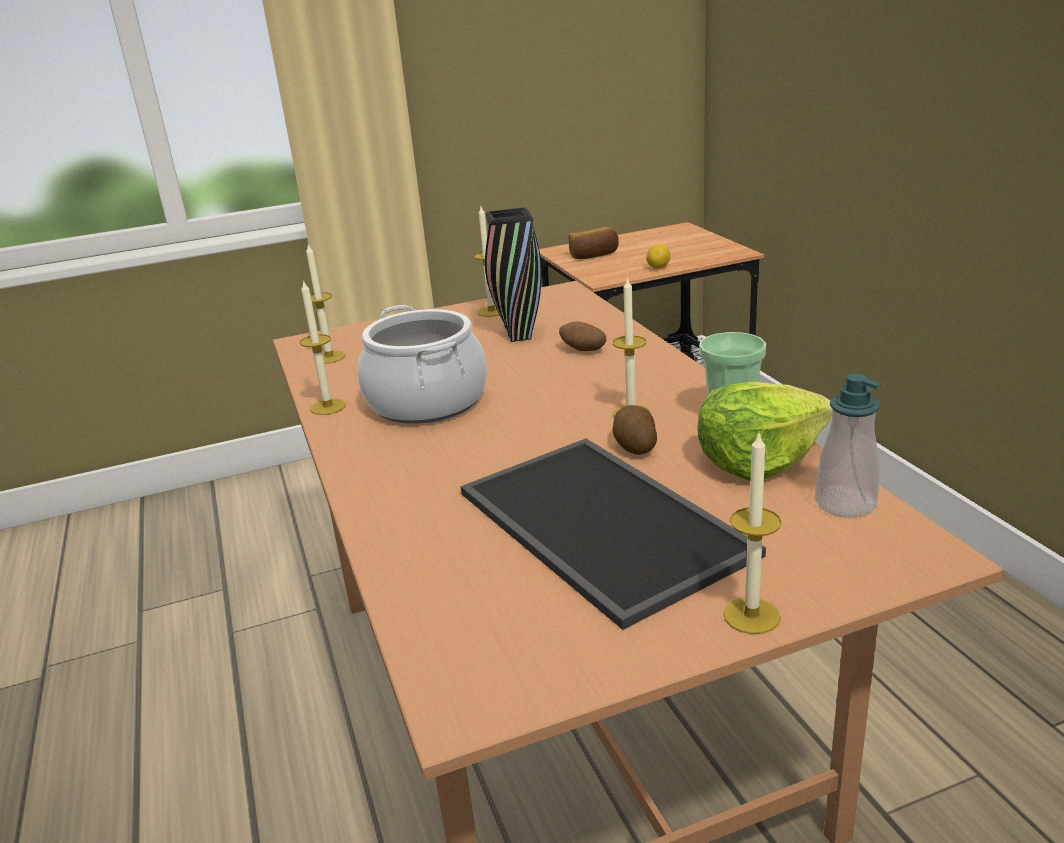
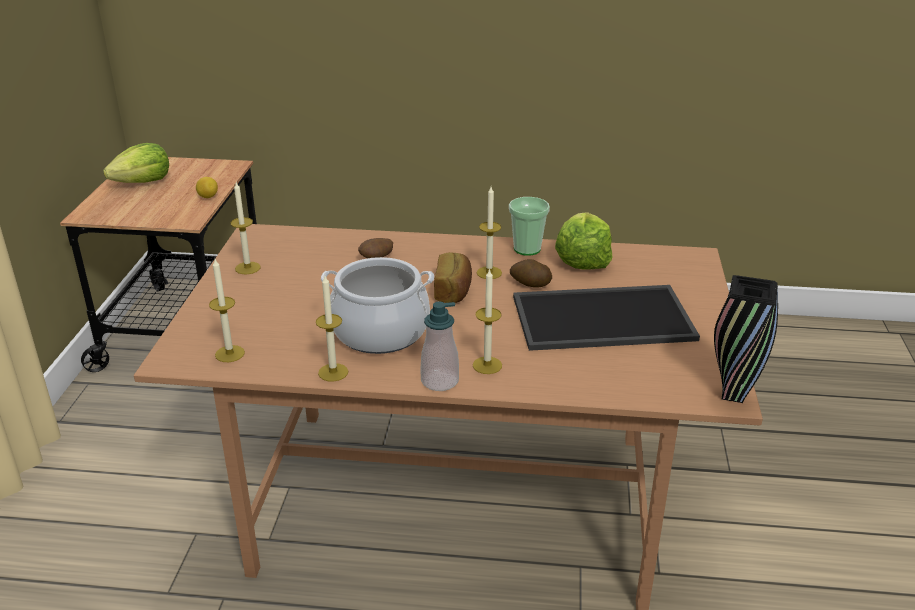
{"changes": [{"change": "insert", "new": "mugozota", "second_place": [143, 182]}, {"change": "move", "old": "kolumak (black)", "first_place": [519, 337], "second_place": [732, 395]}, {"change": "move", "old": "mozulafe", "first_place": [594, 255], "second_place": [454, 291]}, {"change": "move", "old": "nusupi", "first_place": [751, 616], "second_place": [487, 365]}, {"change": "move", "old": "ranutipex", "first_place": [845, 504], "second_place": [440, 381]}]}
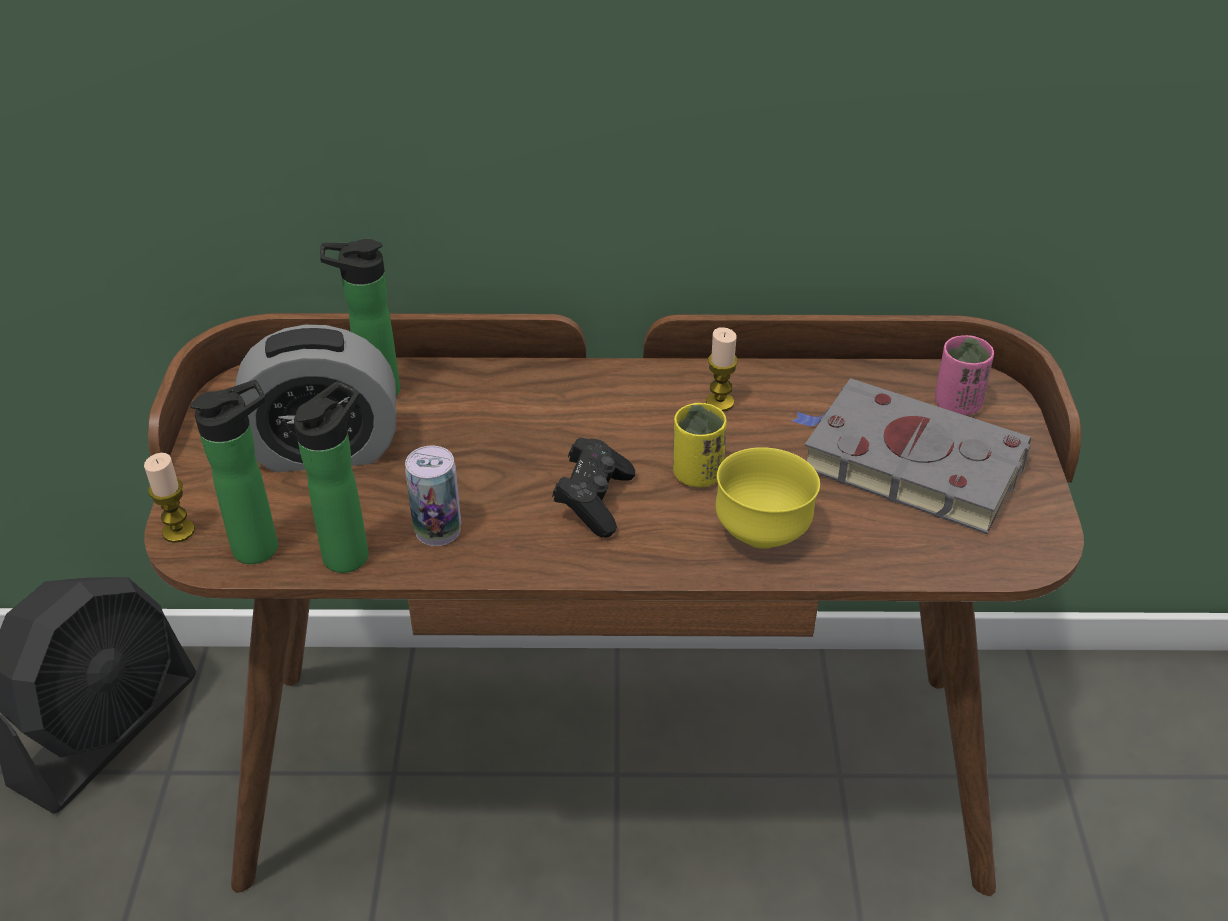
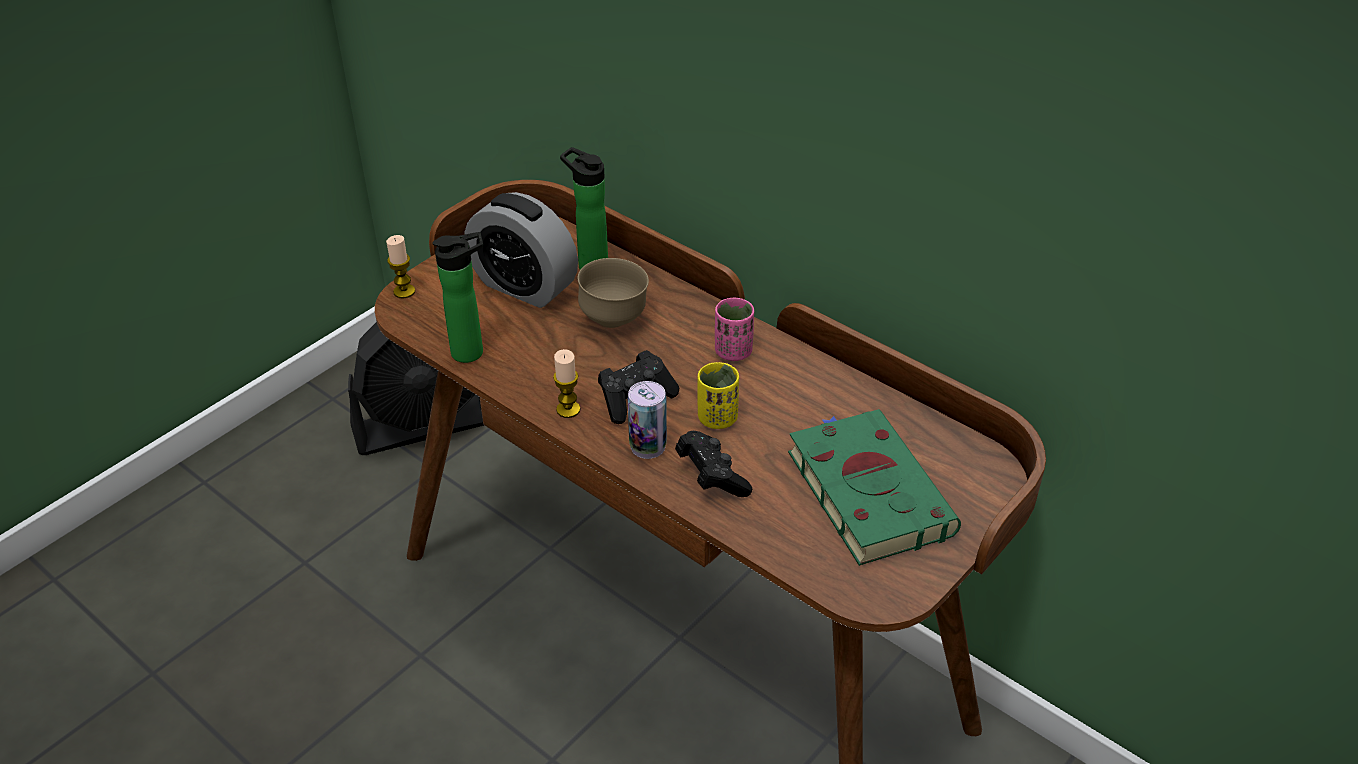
{"changes": [{"change": "delete", "old": "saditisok", "first_place": [263, 546]}, {"change": "insert", "new": "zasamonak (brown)", "second_place": [614, 320]}, {"change": "move", "old": "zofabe", "first_place": [438, 530], "second_place": [648, 446]}, {"change": "move", "old": "nusupi", "first_place": [720, 402], "second_place": [568, 409]}, {"change": "move", "old": "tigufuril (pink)", "first_place": [957, 404], "second_place": [733, 352]}, {"change": "replace", "old": "zasamonak (yellow)", "new": "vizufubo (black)", "first_place": [762, 533], "second_place": [711, 476]}, {"change": "recolor", "old": "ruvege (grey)", "new": "ruvege (green)", "first_place": [906, 463], "second_place": [865, 489]}]}
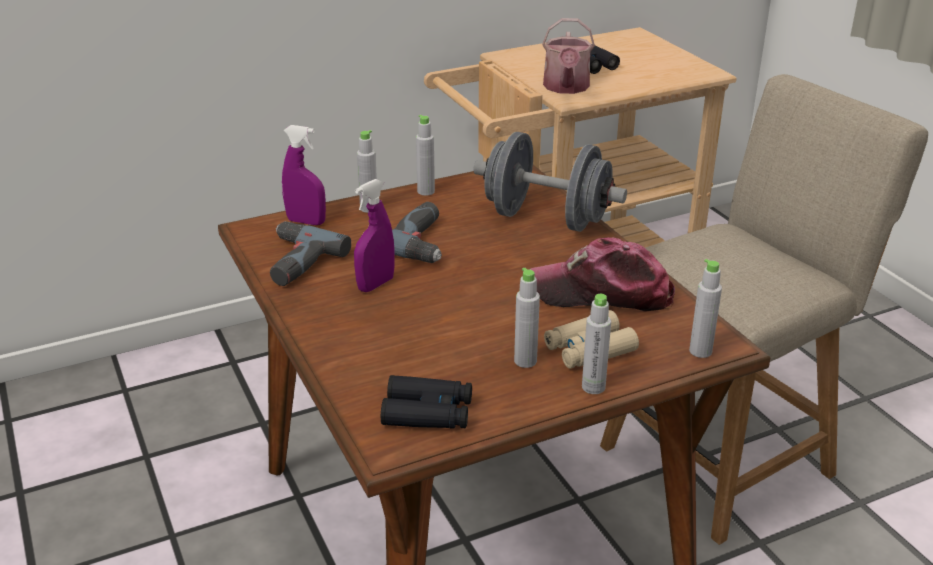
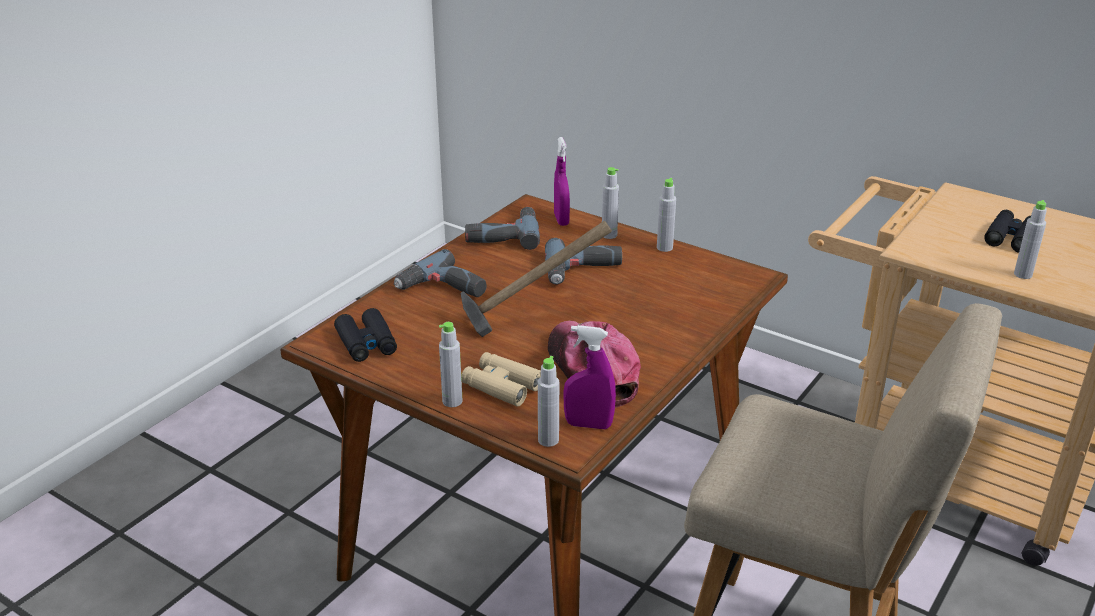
{"changes": [{"change": "delete", "old": "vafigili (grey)", "first_place": [546, 219]}, {"change": "delete", "old": "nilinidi", "first_place": [566, 88]}, {"change": "insert", "new": "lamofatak", "second_place": [442, 289]}, {"change": "insert", "new": "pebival", "second_place": [530, 318]}, {"change": "move", "old": "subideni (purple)", "first_place": [375, 284], "second_place": [588, 425]}, {"change": "move", "old": "saditisok (grey)", "first_place": [525, 361], "second_place": [1023, 274]}]}
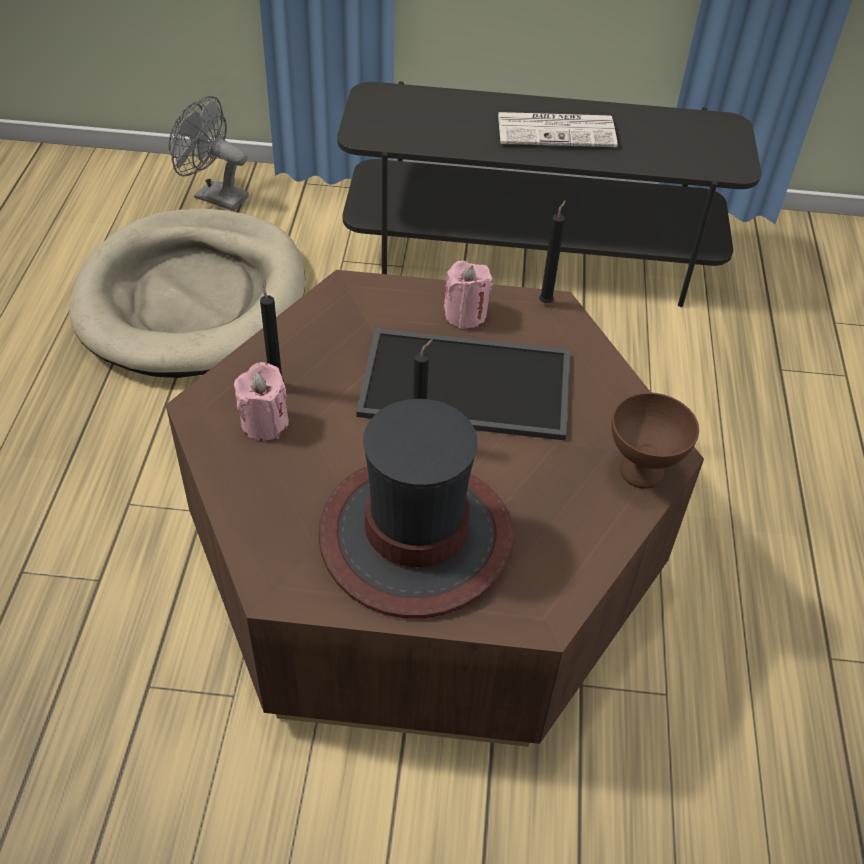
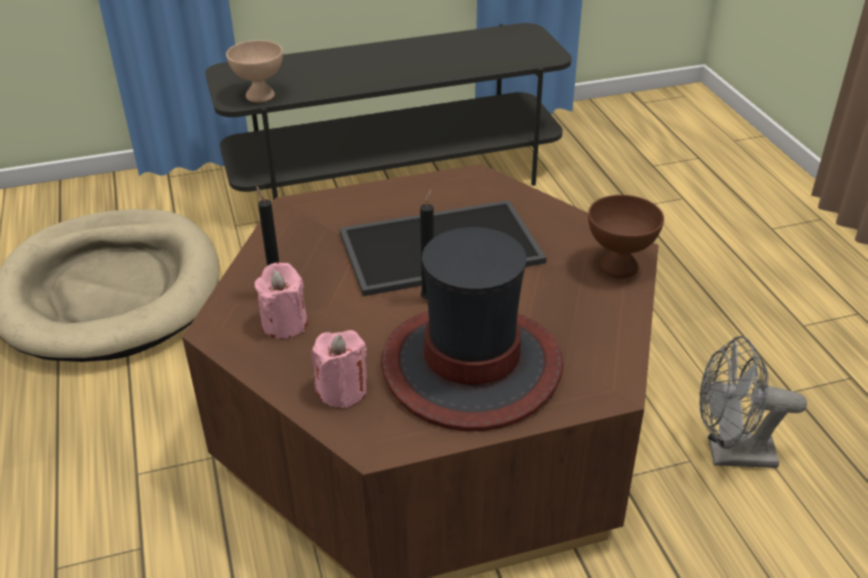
{"changes": [{"change": "delete", "old": "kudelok", "first_place": [557, 131]}, {"change": "delete", "old": "nusupi (black)", "first_place": [546, 301]}, {"change": "insert", "new": "zasamonak (beige)", "second_place": [260, 96]}, {"change": "move", "old": "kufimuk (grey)", "first_place": [214, 196], "second_place": [730, 454]}, {"change": "move", "old": "nusupi (pink)", "first_place": [465, 314], "second_place": [342, 390]}]}
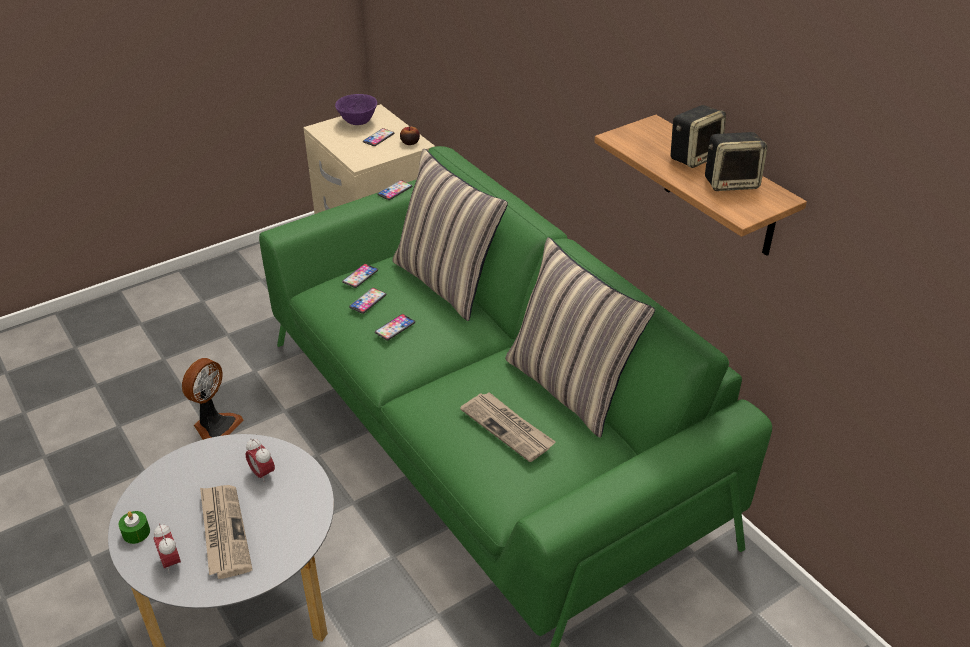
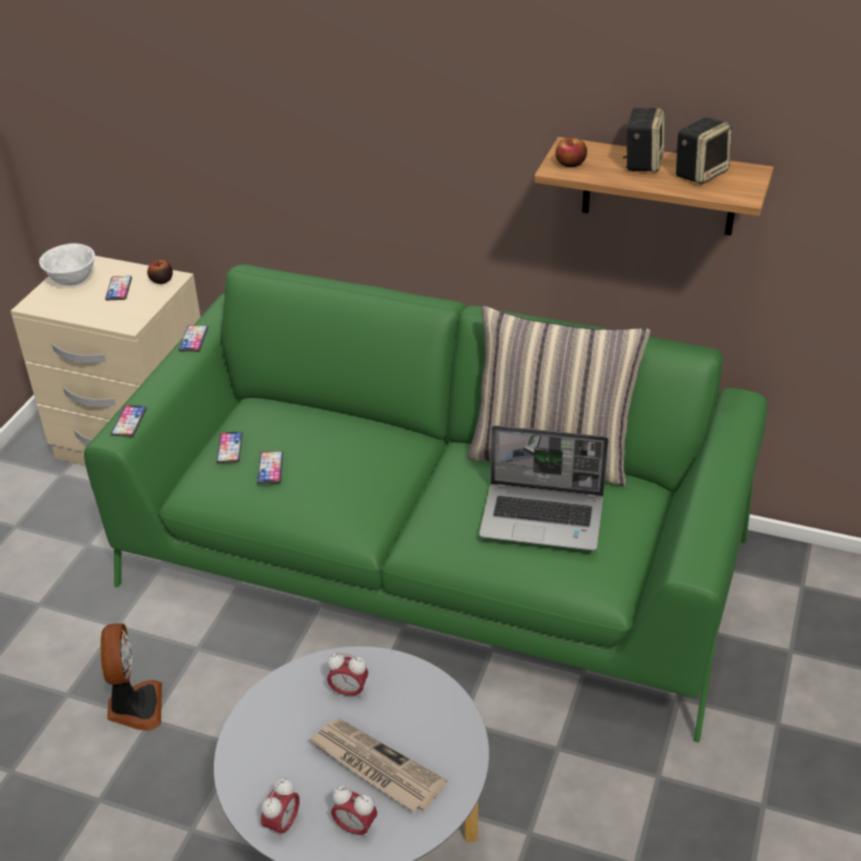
{"changes": [{"change": "delete", "old": "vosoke", "first_place": [447, 282]}, {"change": "insert", "new": "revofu", "second_place": [570, 163]}, {"change": "move", "old": "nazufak", "first_place": [395, 328], "second_place": [129, 421]}, {"change": "replace", "old": "nusupi (green)", "new": "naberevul", "first_place": [136, 533], "second_place": [282, 824]}, {"change": "replace", "old": "kudelok", "new": "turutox", "first_place": [508, 428], "second_place": [544, 518]}, {"change": "recolor", "old": "zasamonak (purple)", "new": "zasamonak (white)", "first_place": [357, 122], "second_place": [72, 281]}]}
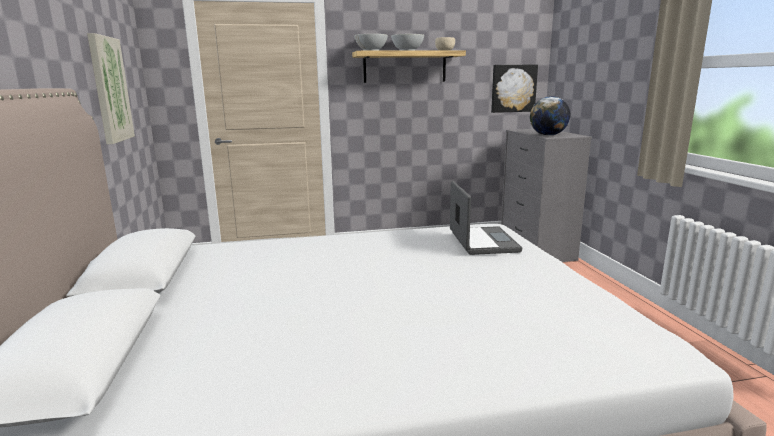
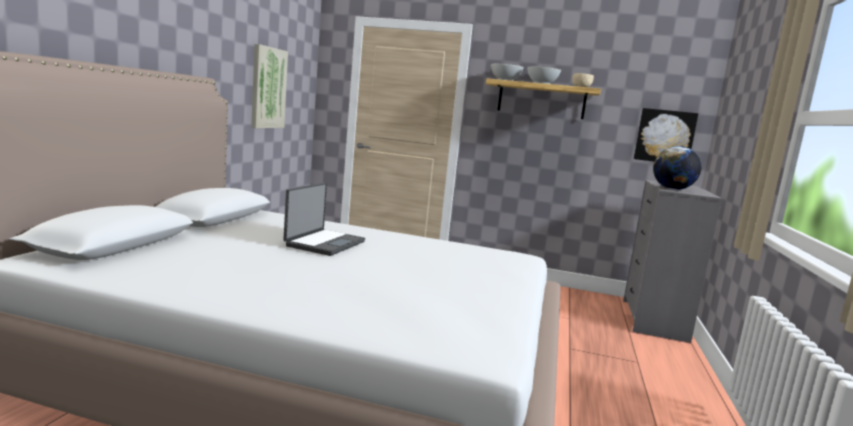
{"changes": [{"change": "move", "old": "turutox", "first_place": [481, 242], "second_place": [324, 243]}]}
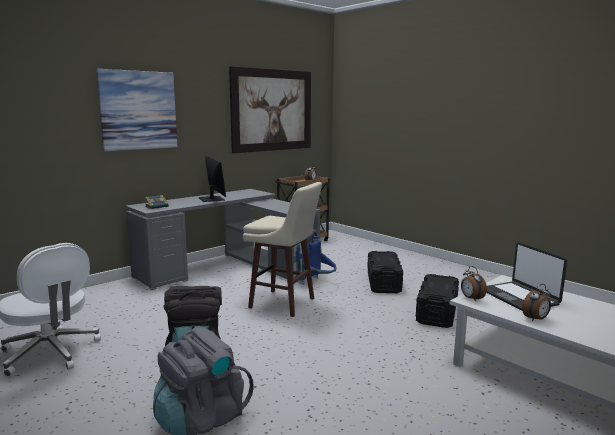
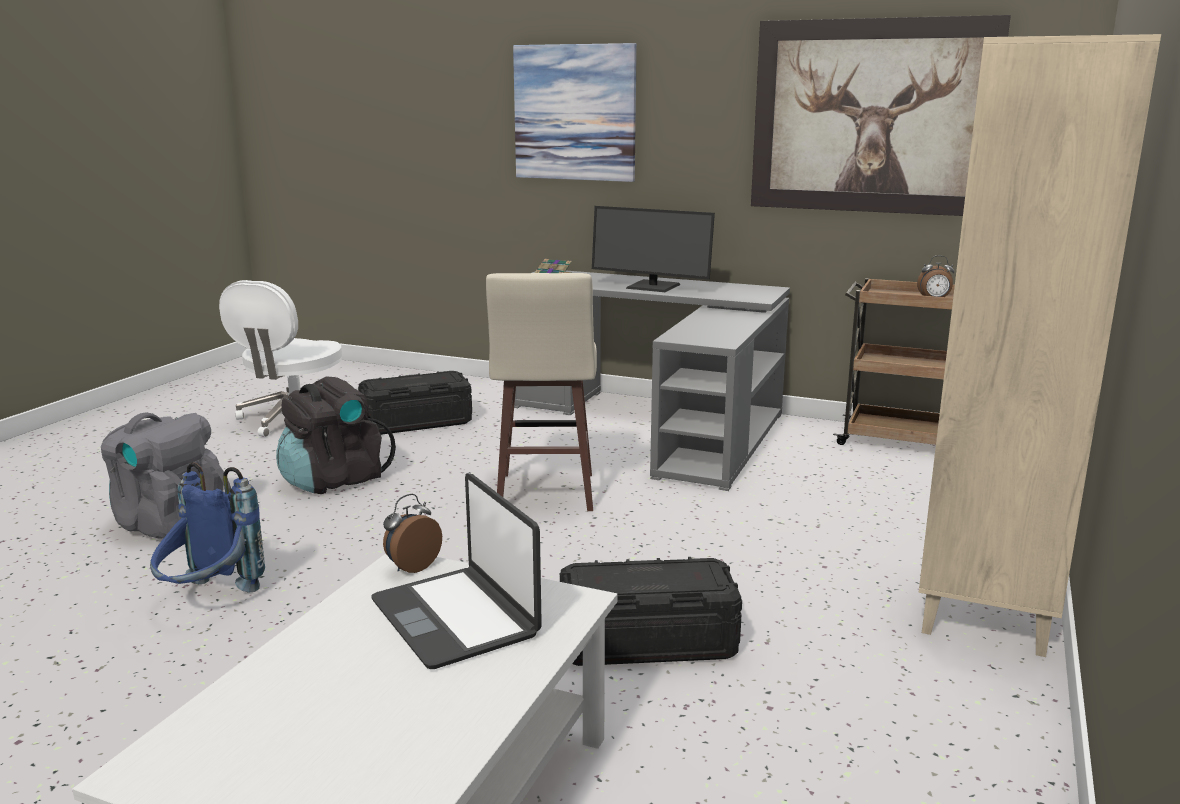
{"changes": [{"change": "delete", "old": "naberevul", "first_place": [536, 319]}, {"change": "insert", "new": "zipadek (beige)", "second_place": [985, 612]}, {"change": "move", "old": "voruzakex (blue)", "first_place": [317, 284], "second_place": [209, 600]}, {"change": "move", "old": "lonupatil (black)", "first_place": [383, 282], "second_place": [417, 422]}, {"change": "rotate", "old": "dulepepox", "first_place": [212, 199], "second_place": [652, 287], "degrees": 75}, {"change": "rotate", "old": "turutox", "first_place": [519, 297], "second_place": [456, 617], "degrees": -75}]}
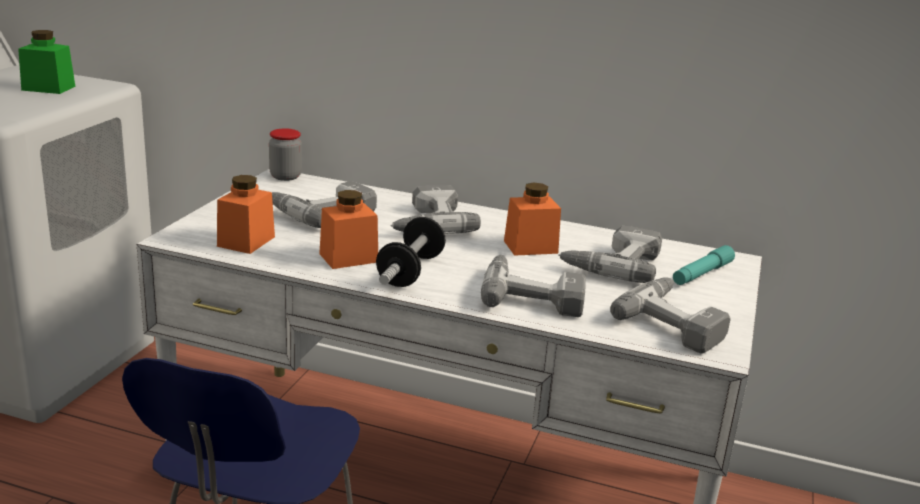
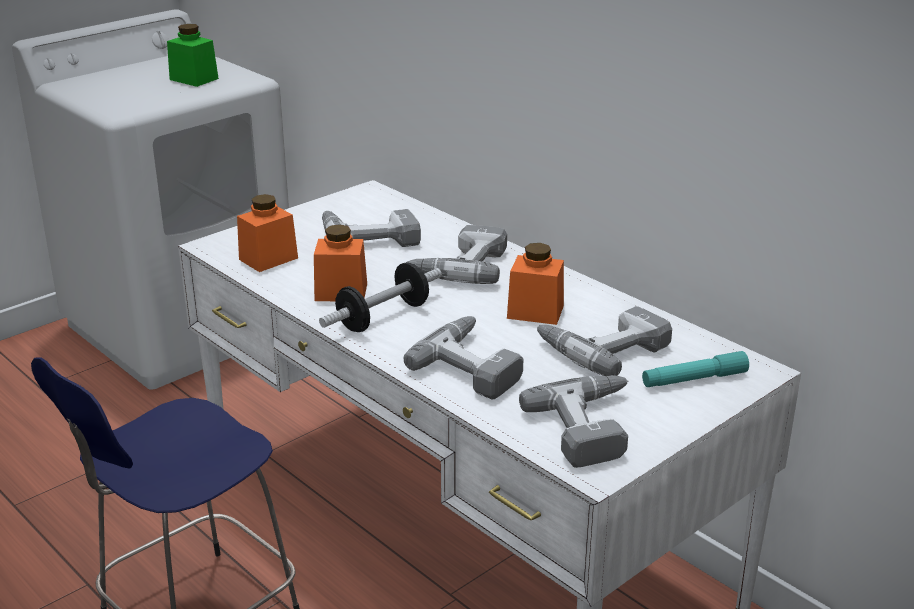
{"changes": [{"change": "delete", "old": "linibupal", "first_place": [285, 176]}]}
